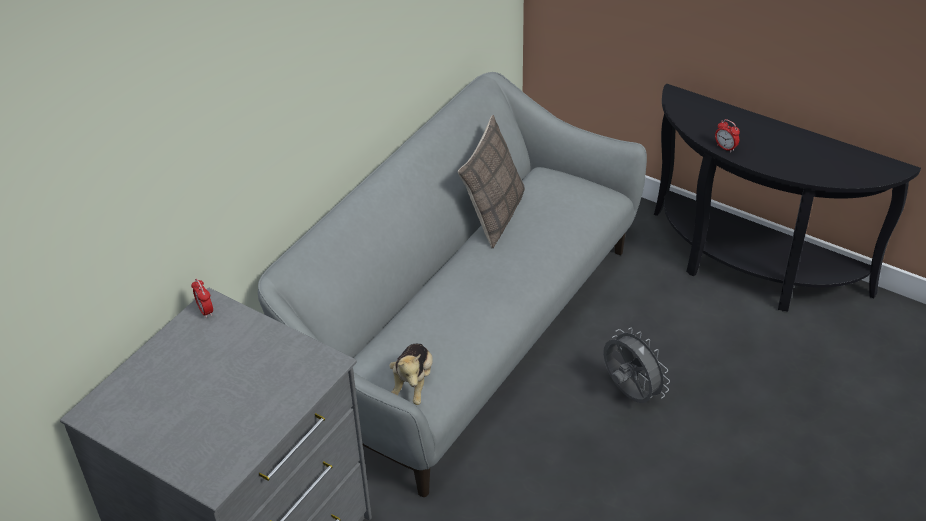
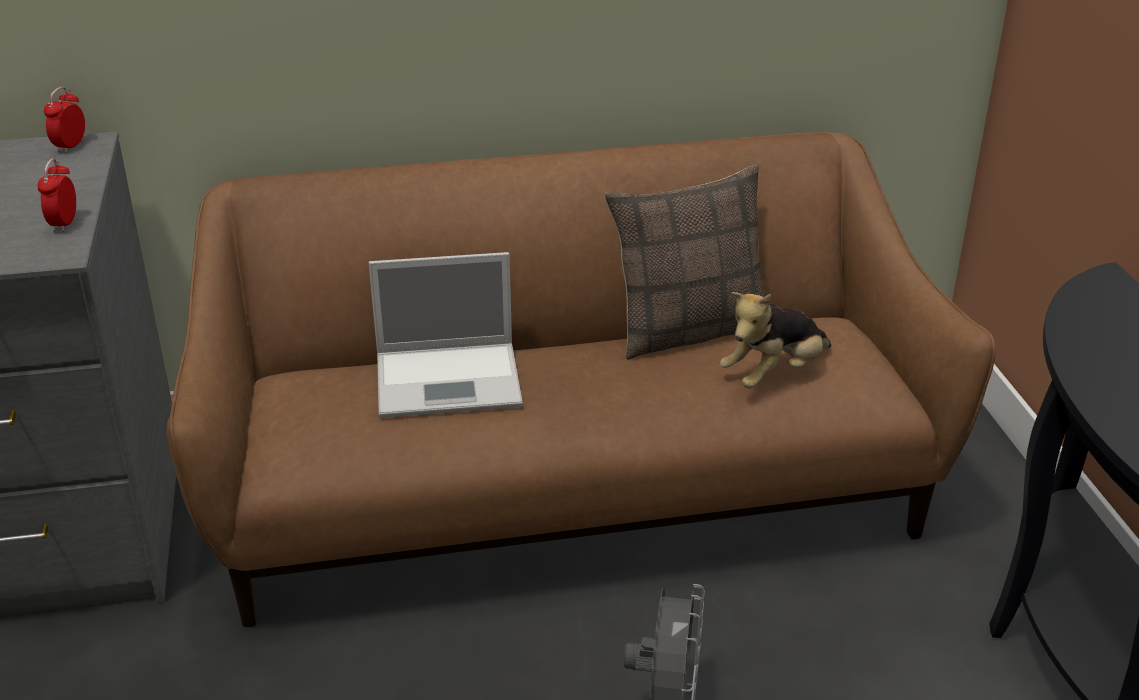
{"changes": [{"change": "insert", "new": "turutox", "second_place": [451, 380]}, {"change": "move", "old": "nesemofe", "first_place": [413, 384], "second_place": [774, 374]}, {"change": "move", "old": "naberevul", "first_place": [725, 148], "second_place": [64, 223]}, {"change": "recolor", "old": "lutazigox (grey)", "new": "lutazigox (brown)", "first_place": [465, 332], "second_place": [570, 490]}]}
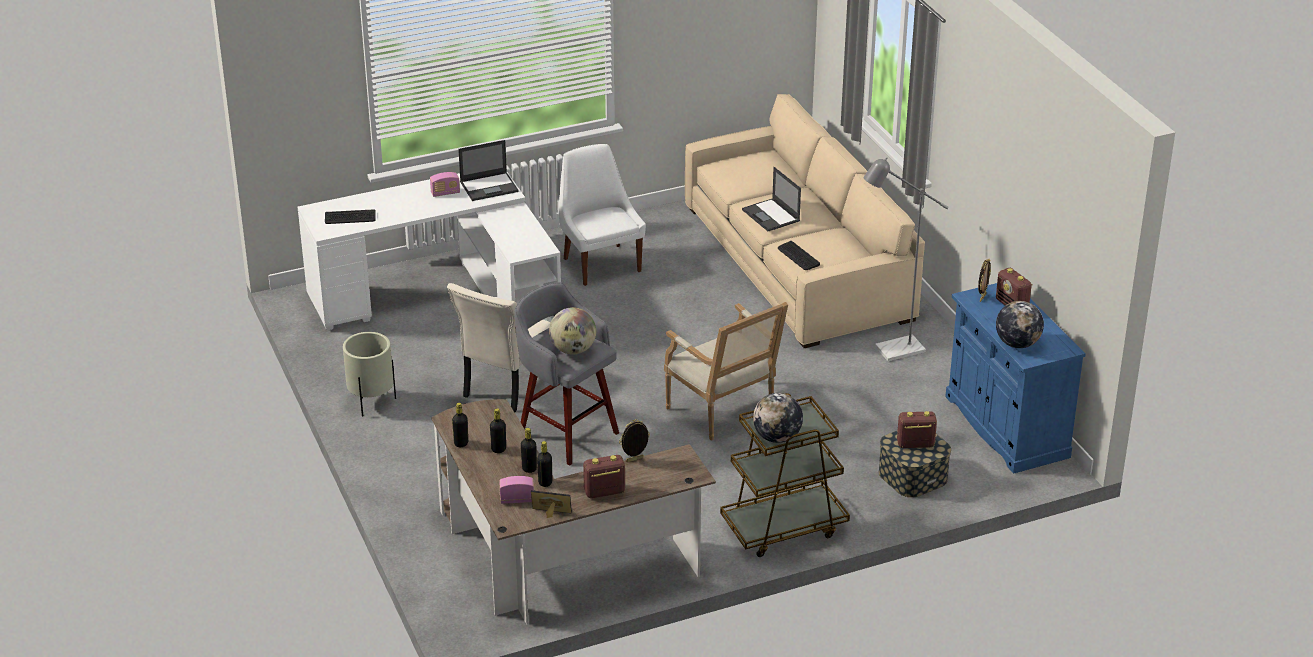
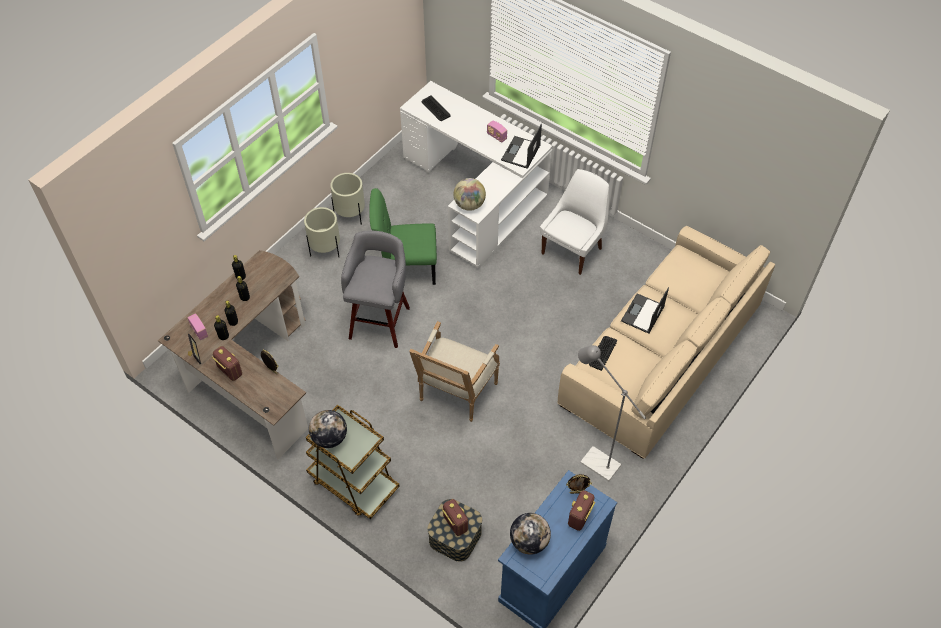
{"changes": [{"change": "insert", "new": "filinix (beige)", "second_place": [325, 250]}, {"change": "move", "old": "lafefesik", "first_place": [573, 350], "second_place": [469, 205]}, {"change": "recolor", "old": "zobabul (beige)", "new": "zobabul (green)", "first_place": [505, 387], "second_place": [406, 268]}, {"change": "rotate", "old": "turutox", "first_place": [489, 186], "second_place": [520, 153], "degrees": 75}]}
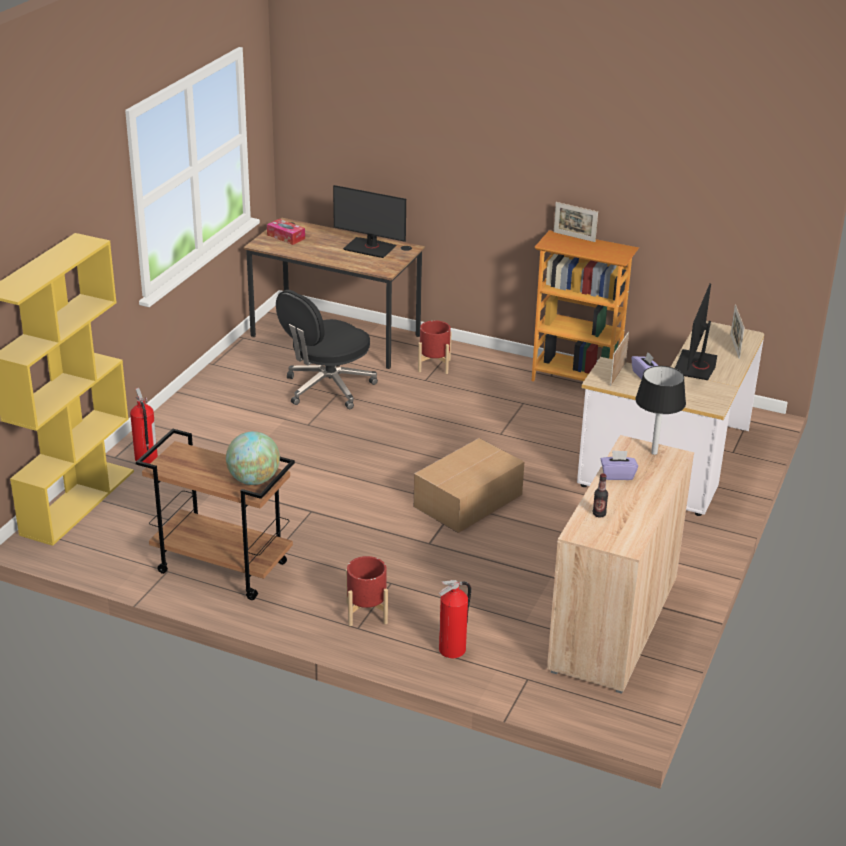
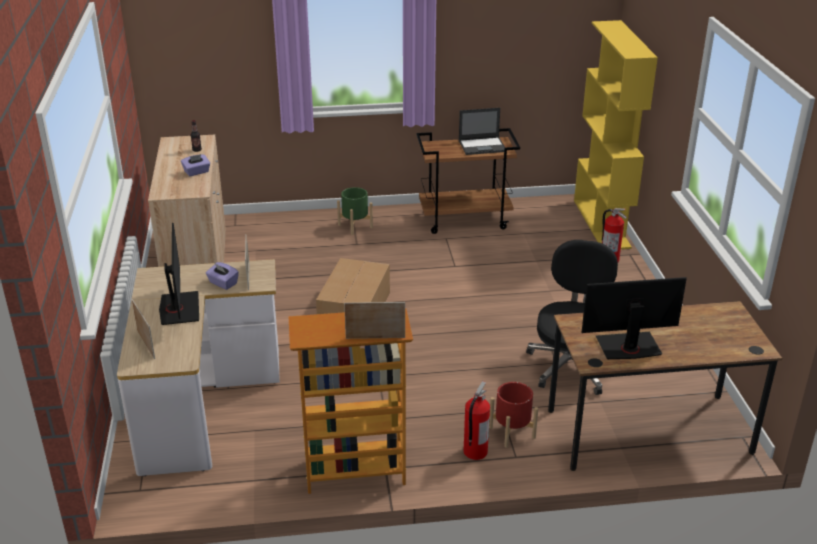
{"changes": [{"change": "delete", "old": "lafefesik", "first_place": [254, 480]}, {"change": "delete", "old": "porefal", "first_place": [286, 237]}, {"change": "delete", "old": "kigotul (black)", "first_place": [654, 453]}, {"change": "insert", "new": "turutox", "second_place": [483, 146]}, {"change": "move", "old": "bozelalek", "first_place": [453, 650], "second_place": [474, 452]}, {"change": "recolor", "old": "filinix (red)", "new": "filinix (green)", "first_place": [367, 612], "second_place": [355, 226]}]}
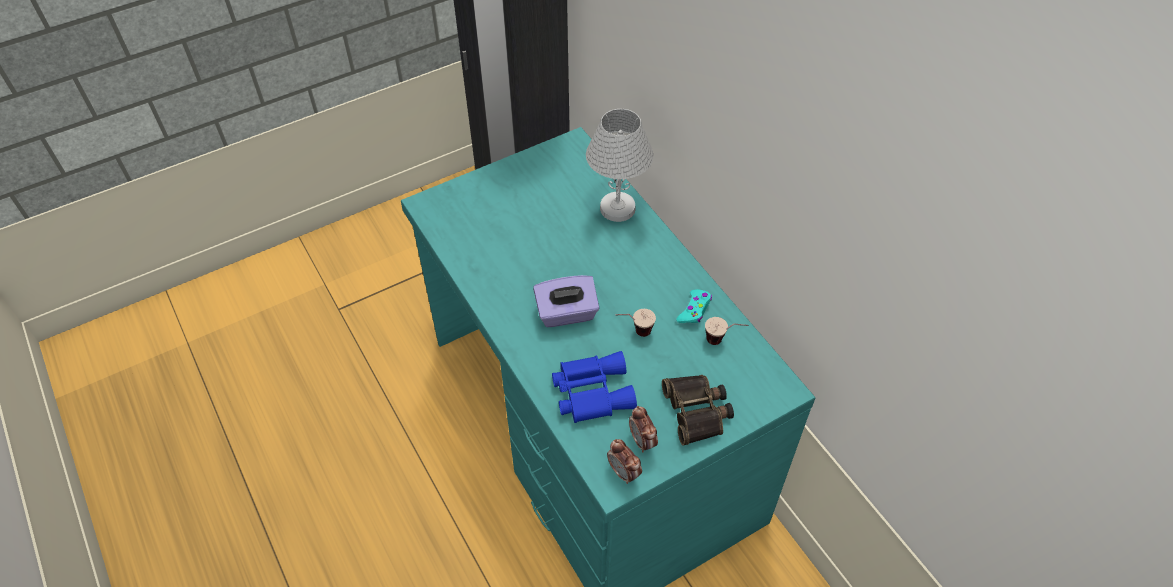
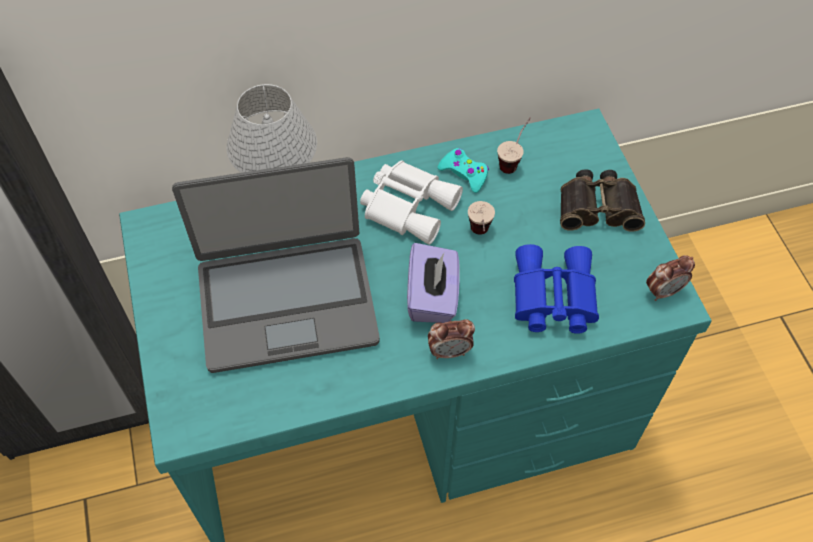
{"changes": [{"change": "insert", "new": "turutox", "second_place": [287, 301]}, {"change": "insert", "new": "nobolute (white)", "second_place": [409, 205]}, {"change": "move", "old": "naberevul", "first_place": [642, 441], "second_place": [450, 351]}]}
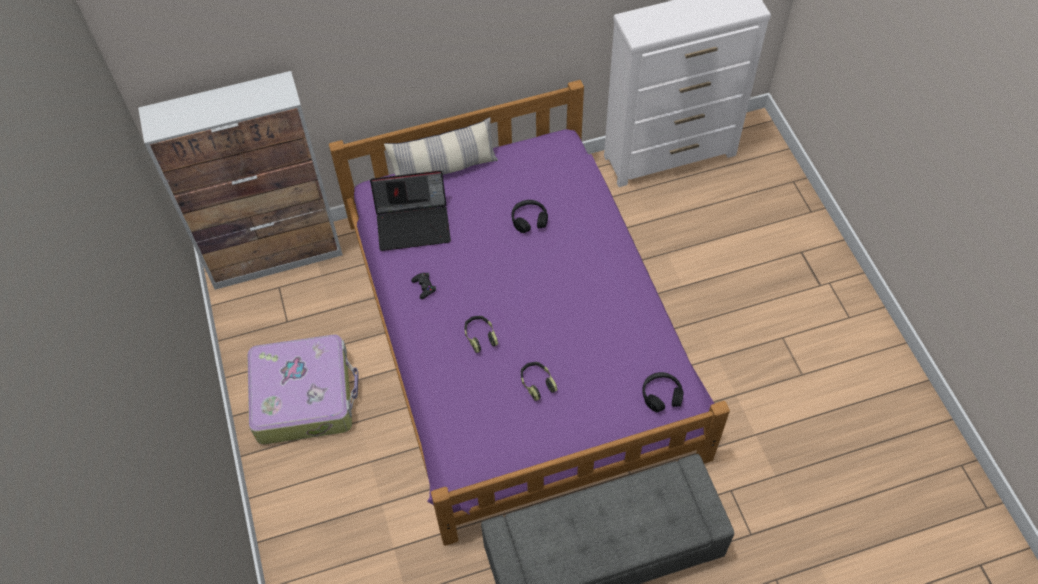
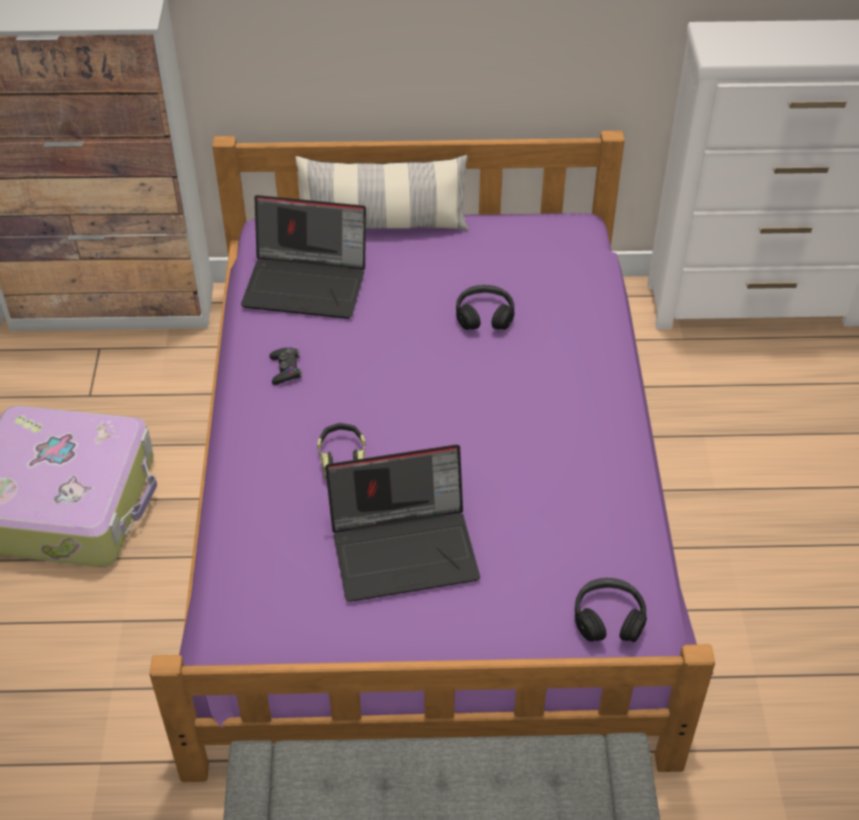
{"changes": [{"change": "replace", "old": "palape", "new": "turutox", "first_place": [537, 383], "second_place": [405, 547]}]}
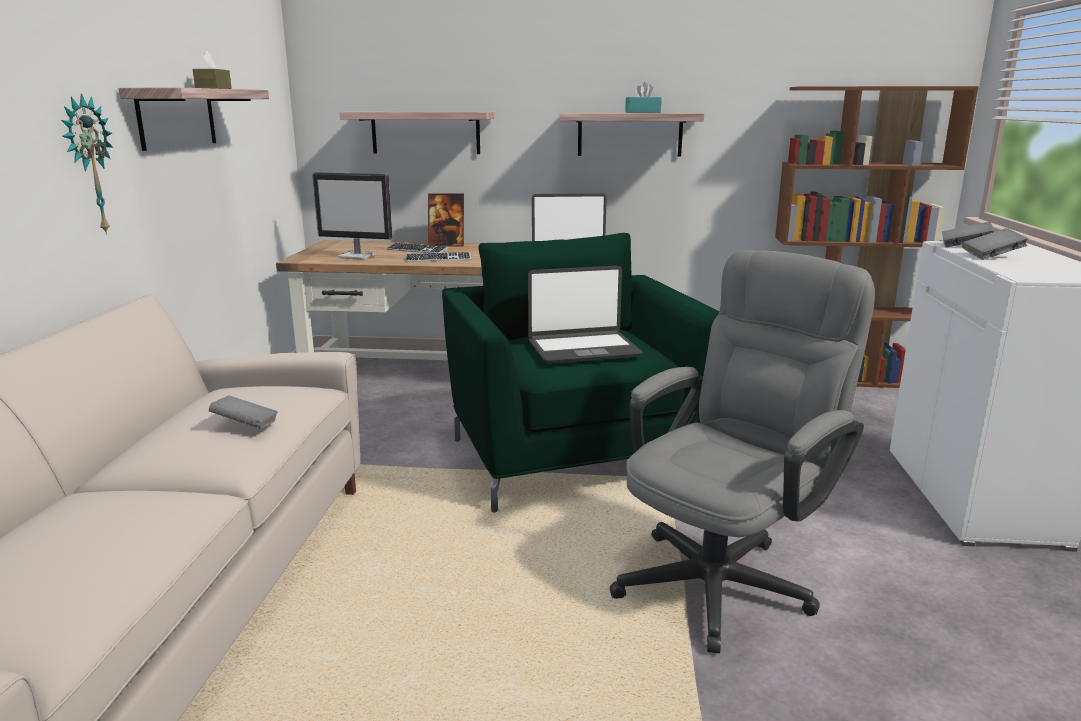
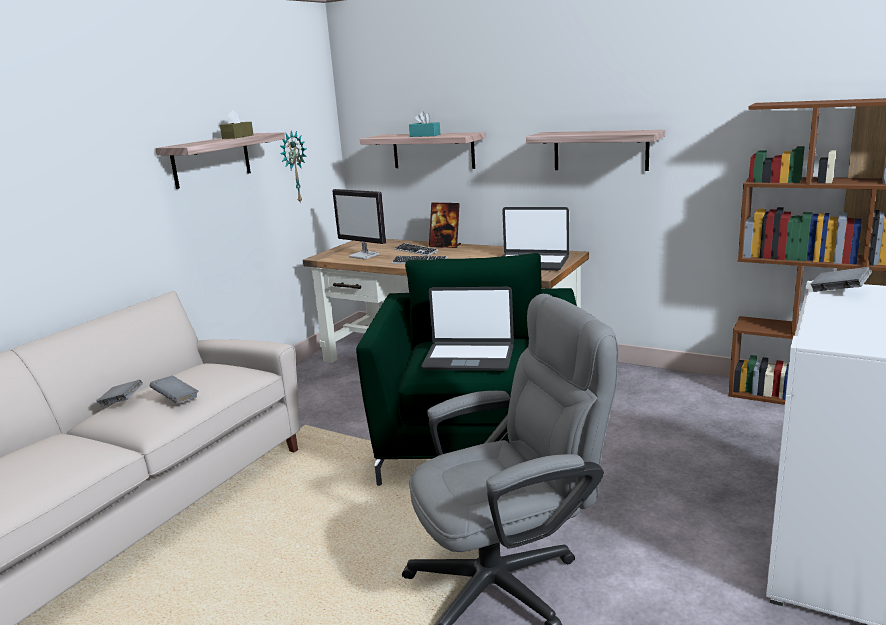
{"changes": [{"change": "move", "old": "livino", "first_place": [88, 166], "second_place": [293, 167]}, {"change": "move", "old": "porefal (turquoise)", "first_place": [642, 112], "second_place": [425, 135]}, {"change": "move", "old": "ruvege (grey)", "first_place": [992, 256], "second_place": [122, 402]}]}
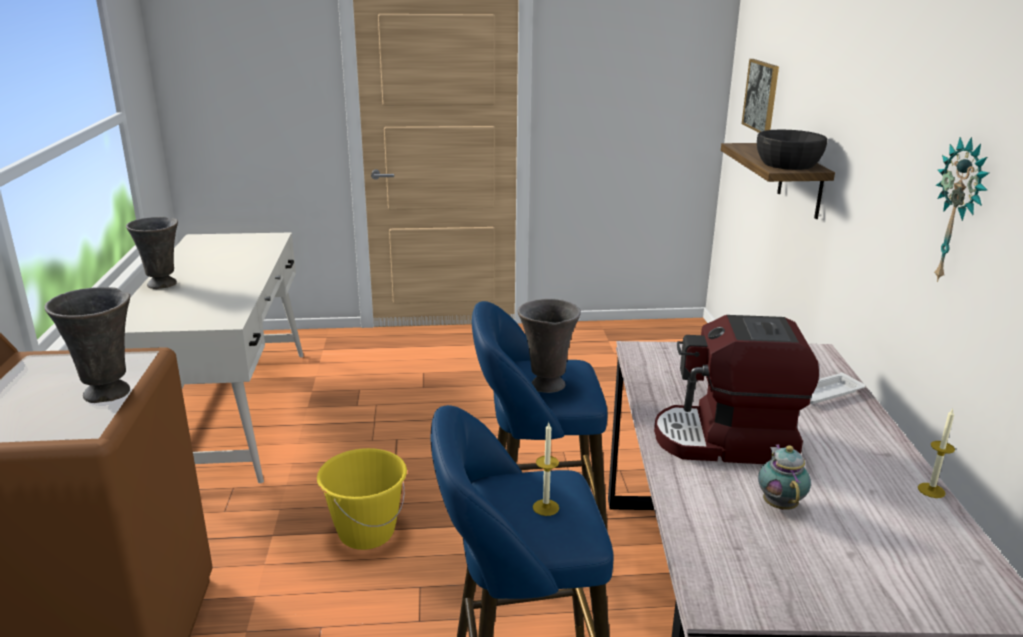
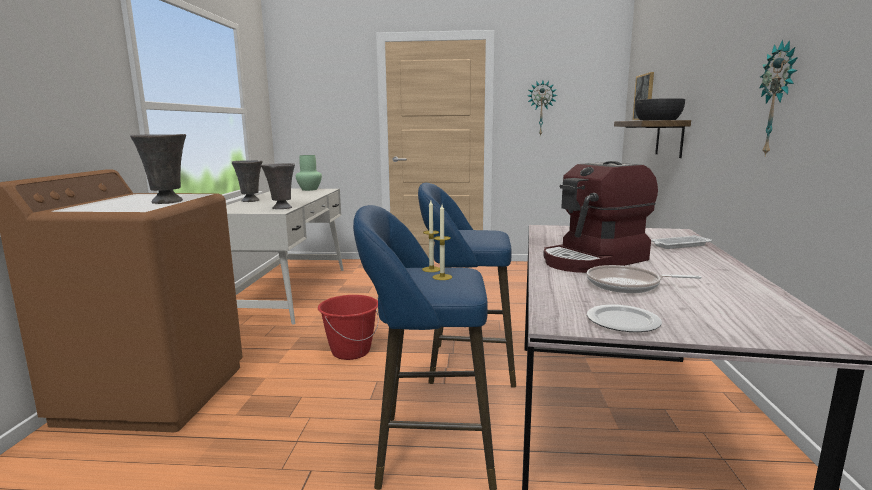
{"changes": [{"change": "insert", "new": "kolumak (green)", "second_place": [309, 189]}, {"change": "insert", "new": "livino", "second_place": [541, 108]}, {"change": "insert", "new": "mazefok", "second_place": [623, 321]}, {"change": "move", "old": "kolumak (grey)", "first_place": [546, 386], "second_place": [281, 208]}, {"change": "move", "old": "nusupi", "first_place": [931, 490], "second_place": [431, 269]}, {"change": "replace", "old": "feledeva", "new": "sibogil", "first_place": [779, 504], "second_place": [627, 285]}, {"change": "recolor", "old": "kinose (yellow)", "new": "kinose (red)", "first_place": [366, 533], "second_place": [350, 351]}, {"change": "rotate", "old": "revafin", "first_place": [727, 442], "second_place": [594, 260], "degrees": -45}]}
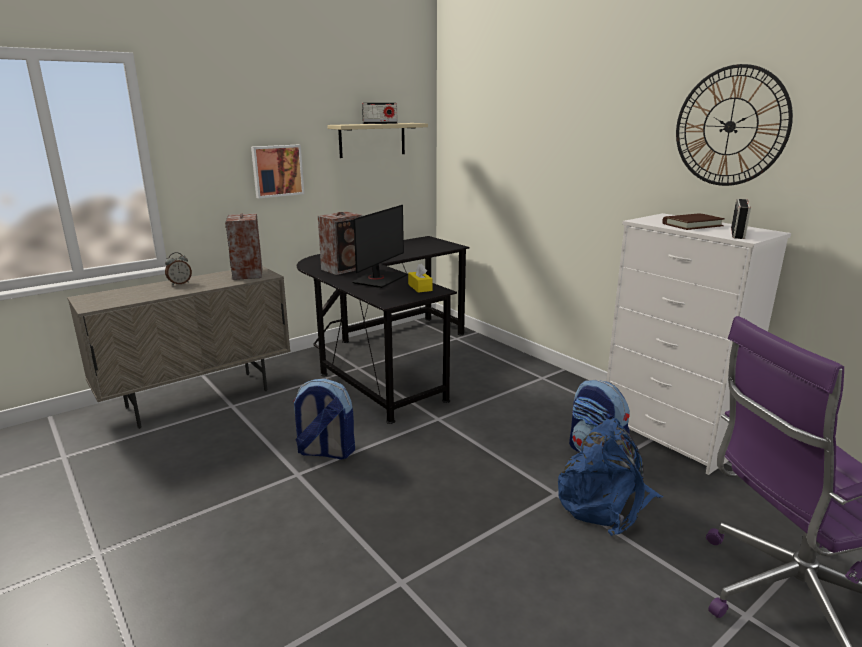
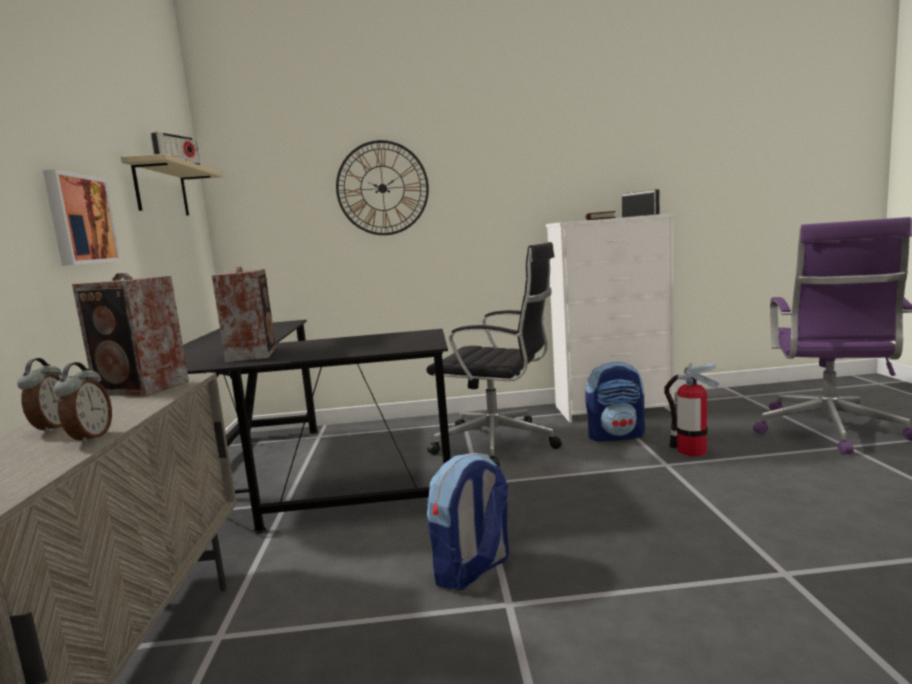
{"changes": [{"change": "delete", "old": "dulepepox", "first_place": [379, 279]}, {"change": "delete", "old": "porefal (yellow)", "first_place": [420, 287]}, {"change": "insert", "new": "naberevul", "second_place": [89, 438]}, {"change": "insert", "new": "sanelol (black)", "second_place": [499, 444]}, {"change": "move", "old": "livino", "first_place": [730, 126], "second_place": [382, 188]}, {"change": "replace", "old": "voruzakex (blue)", "new": "bozelalek", "first_place": [605, 502], "second_place": [691, 451]}]}
